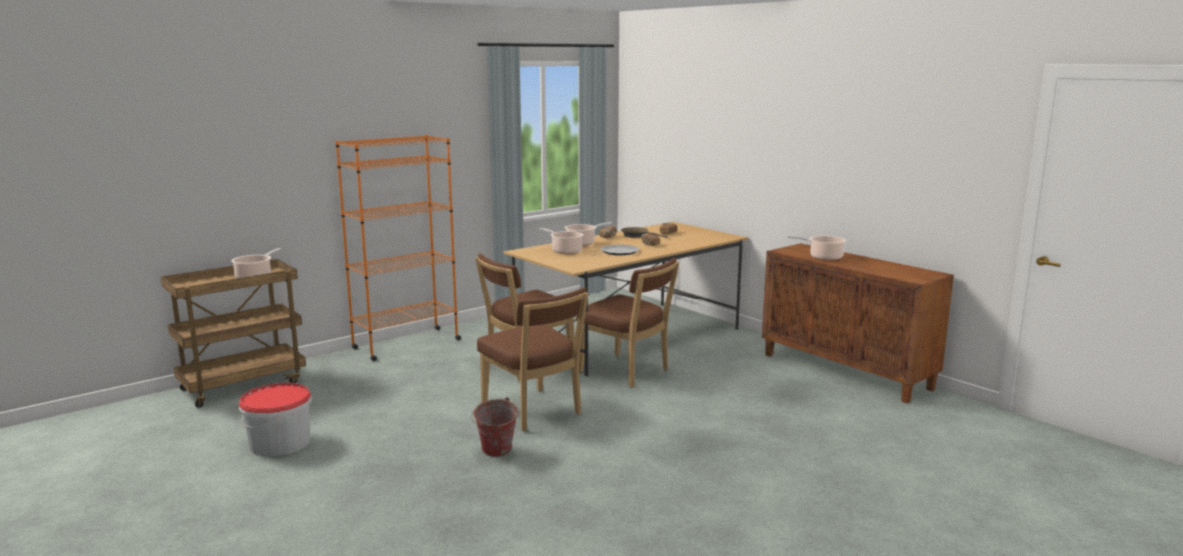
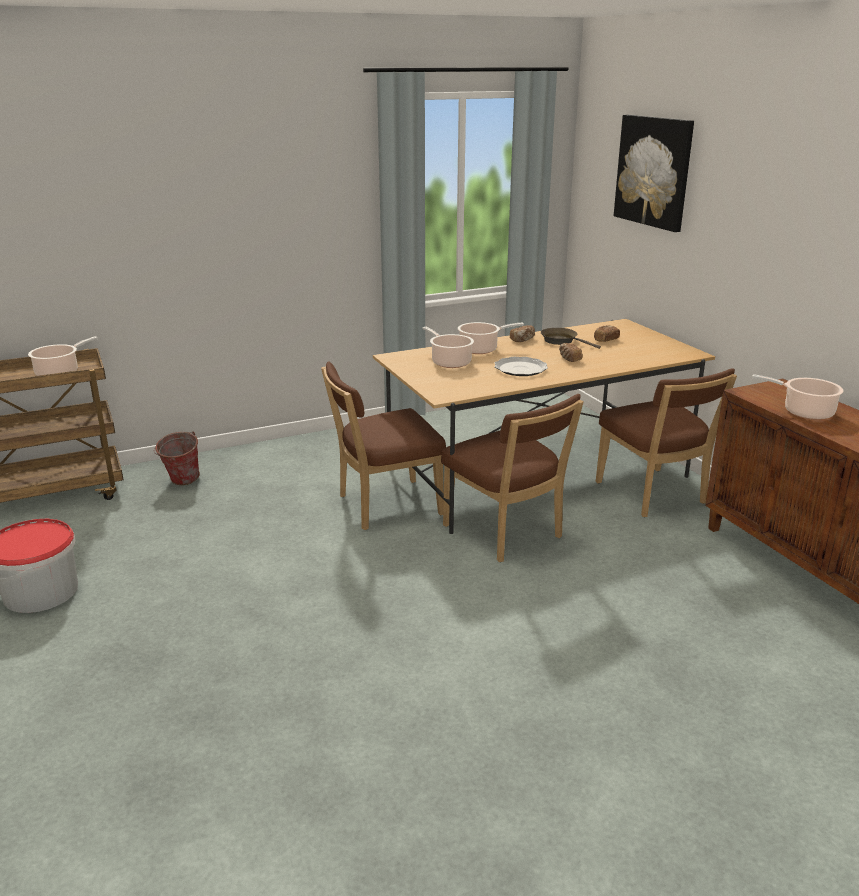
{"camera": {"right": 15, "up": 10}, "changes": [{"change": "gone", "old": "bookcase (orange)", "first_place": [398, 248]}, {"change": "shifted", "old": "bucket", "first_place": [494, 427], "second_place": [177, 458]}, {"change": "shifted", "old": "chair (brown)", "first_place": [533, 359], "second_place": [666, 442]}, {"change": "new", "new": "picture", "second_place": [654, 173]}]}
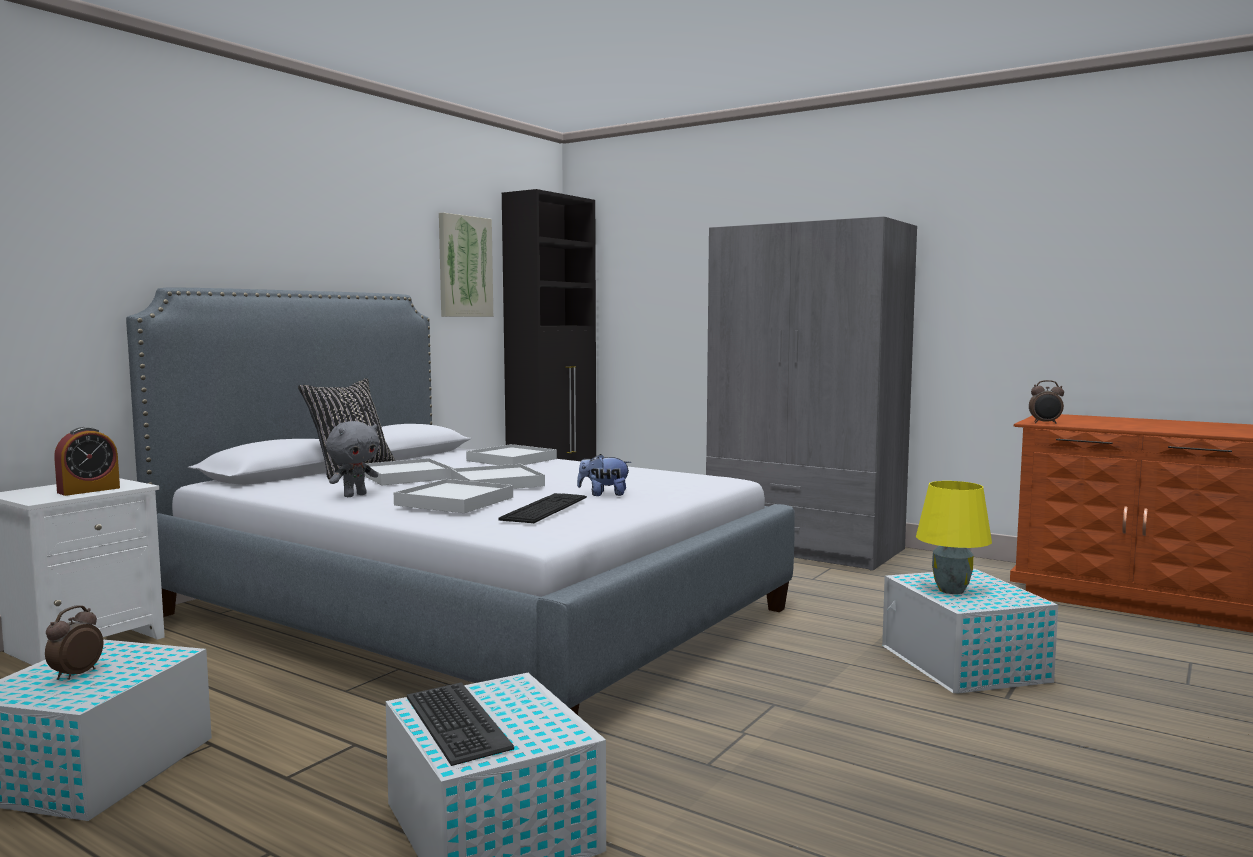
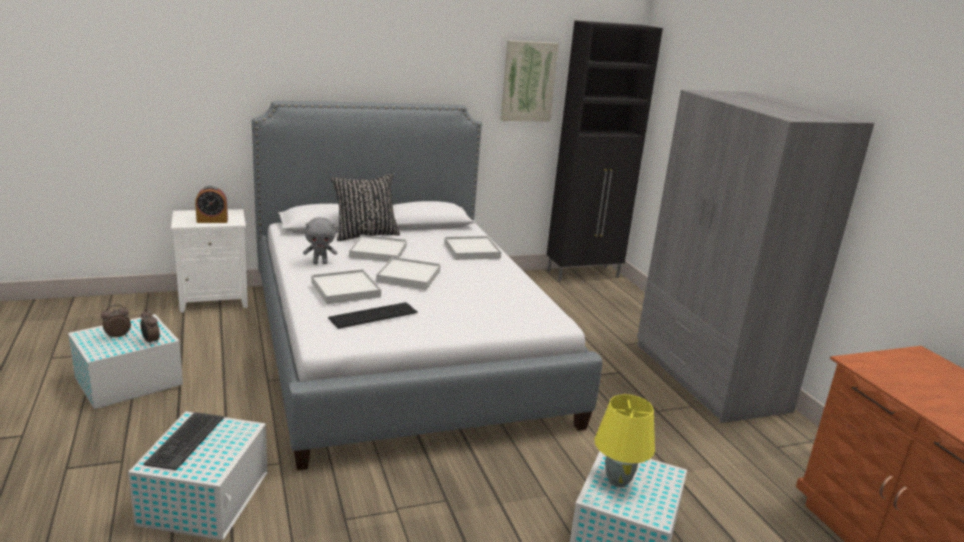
{"camera": {"right": 35, "up": 15}, "changes": [{"change": "gone", "old": "plush toy", "first_place": [604, 475]}, {"change": "shifted", "old": "alarm clock", "first_place": [1046, 402], "second_place": [150, 327]}]}
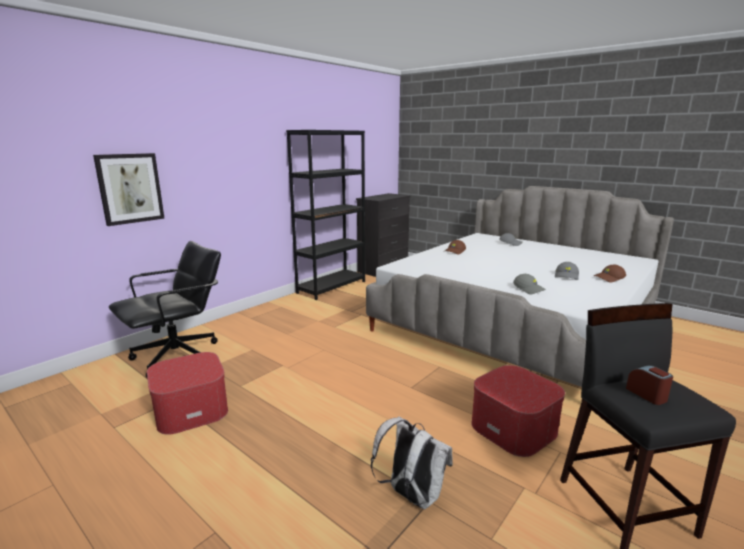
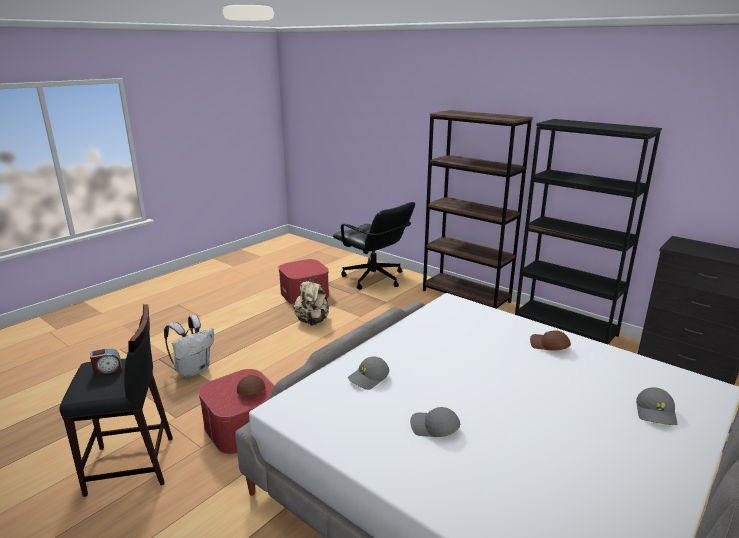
{"camera": {"right": 90, "up": 5}, "changes": [{"change": "gone", "old": "picture", "first_place": [129, 189]}, {"change": "shifted", "old": "cap (brown)", "first_place": [610, 274], "second_place": [251, 385]}, {"change": "new", "new": "backpack (beige)", "second_place": [311, 301]}, {"change": "new", "new": "bookcase (brown)", "second_place": [478, 209]}]}
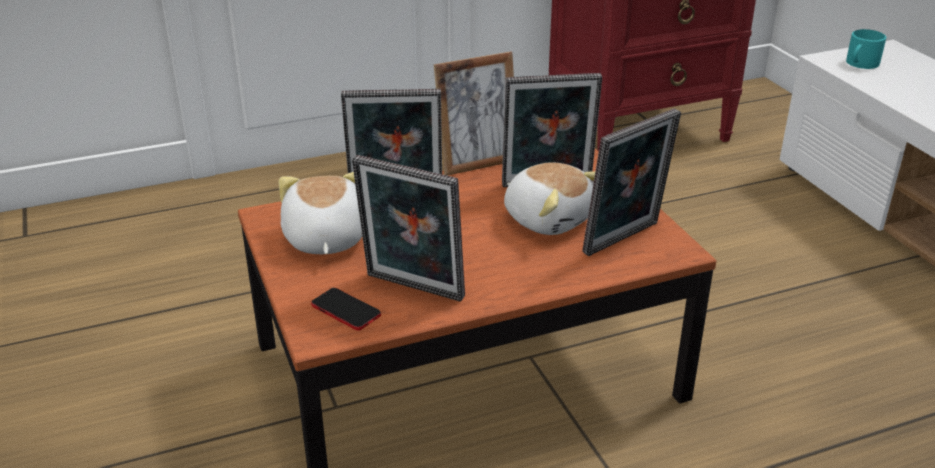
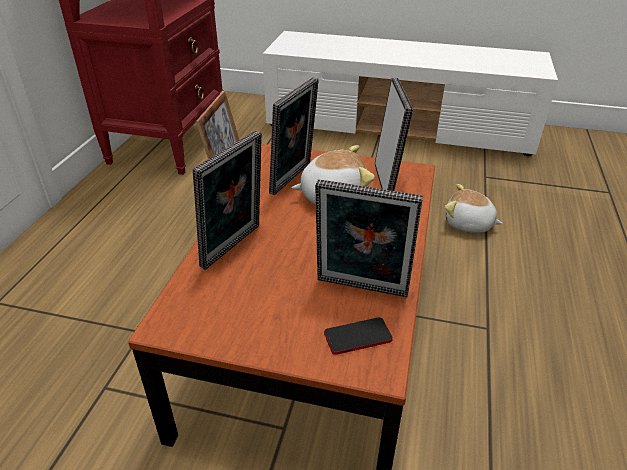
{"camera": {"right": -55, "up": 5}, "changes": [{"change": "shifted", "old": "plush toy", "first_place": [320, 213], "second_place": [474, 208]}, {"change": "rotated", "old": "picture frame", "first_place": [408, 228], "second_place": [369, 238], "degrees": 45}, {"change": "gone", "old": "mug (turquoise)", "first_place": [866, 49]}]}
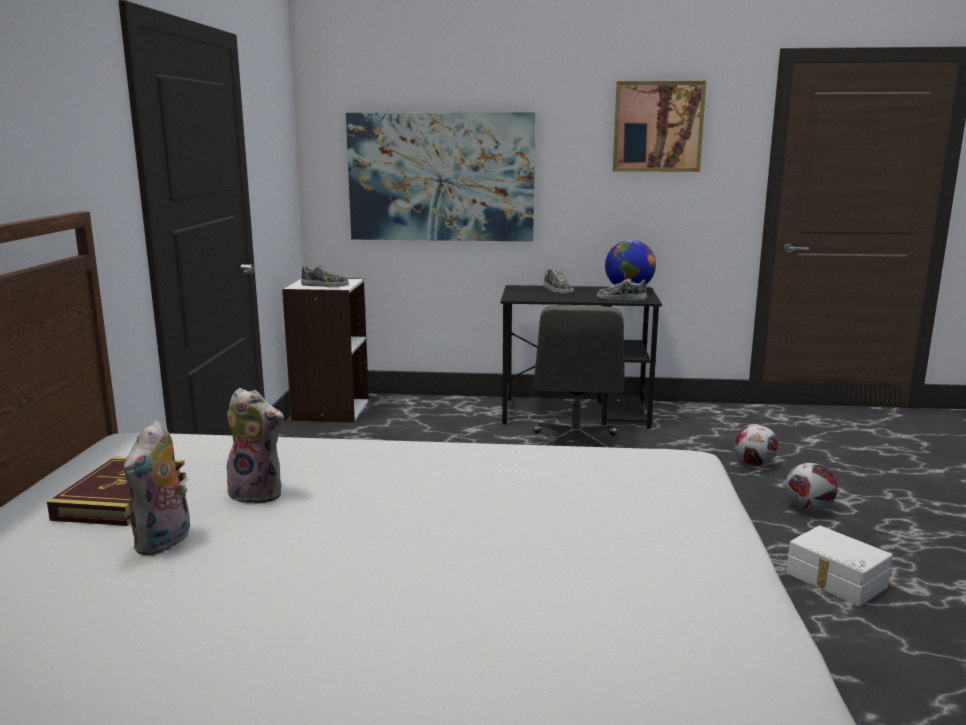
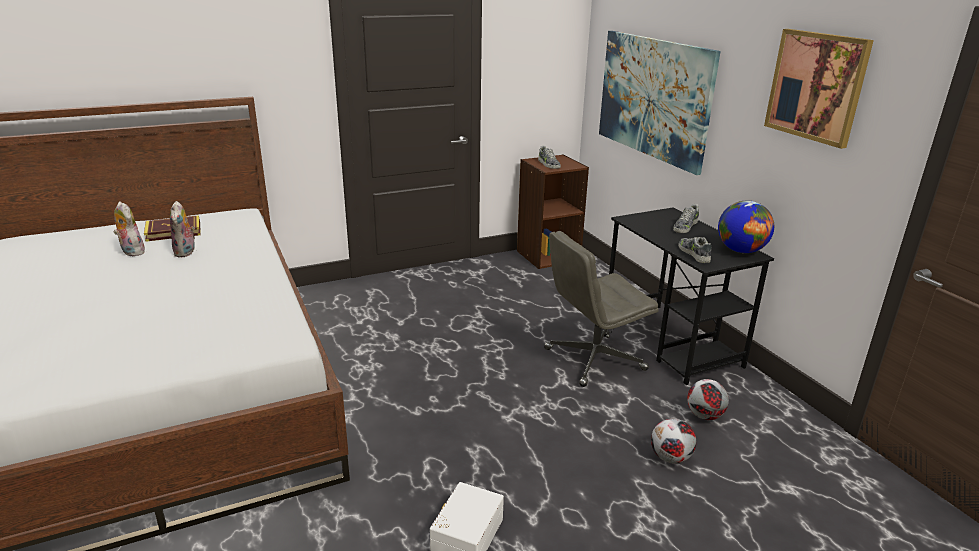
{"camera": {"right": 60, "up": 10}, "changes": [{"change": "rotated", "old": "plush toy", "first_place": [157, 488], "second_place": [129, 229], "degrees": 60}, {"change": "repainted", "old": "bookcase (white)", "new": "bookcase (brown)", "first_place": [325, 350], "second_place": [553, 211]}, {"change": "shifted", "old": "football", "first_place": [812, 487], "second_place": [708, 399]}]}
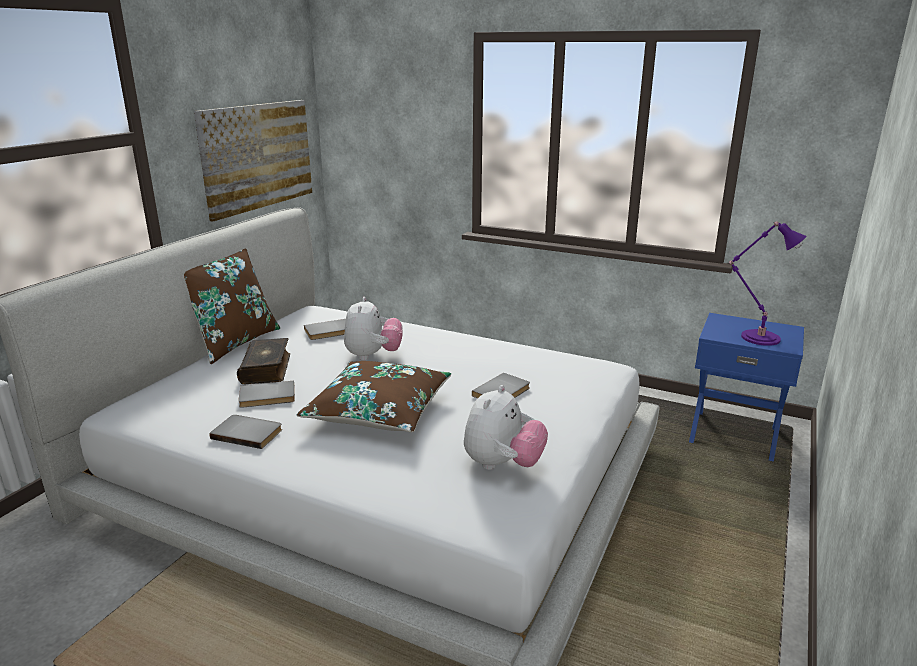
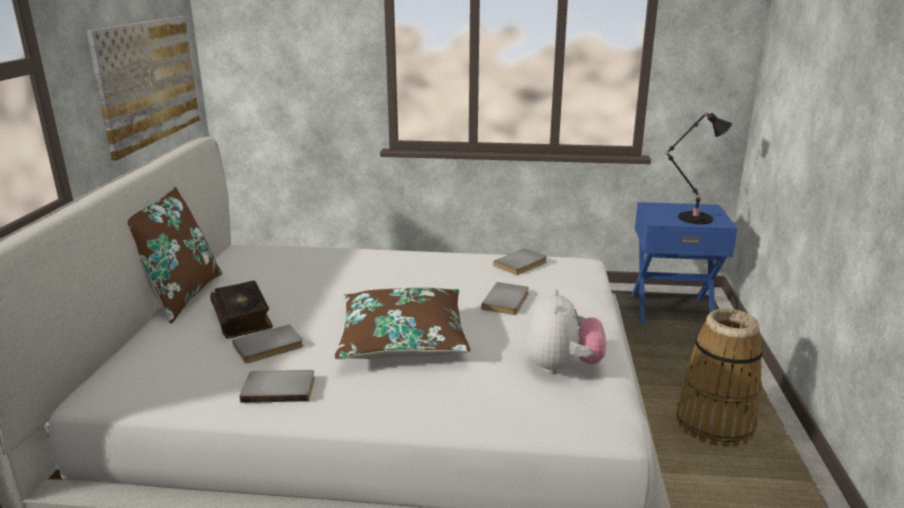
{"camera": {"right": -20, "up": 0}, "changes": [{"change": "shifted", "old": "book (grey)", "first_place": [325, 329], "second_place": [520, 261]}, {"change": "gone", "old": "plush toy", "first_place": [373, 329]}, {"change": "repainted", "old": "table lamp (purple)", "new": "table lamp (black)", "first_place": [768, 284], "second_place": [698, 168]}, {"change": "new", "new": "basket", "second_place": [719, 378]}]}
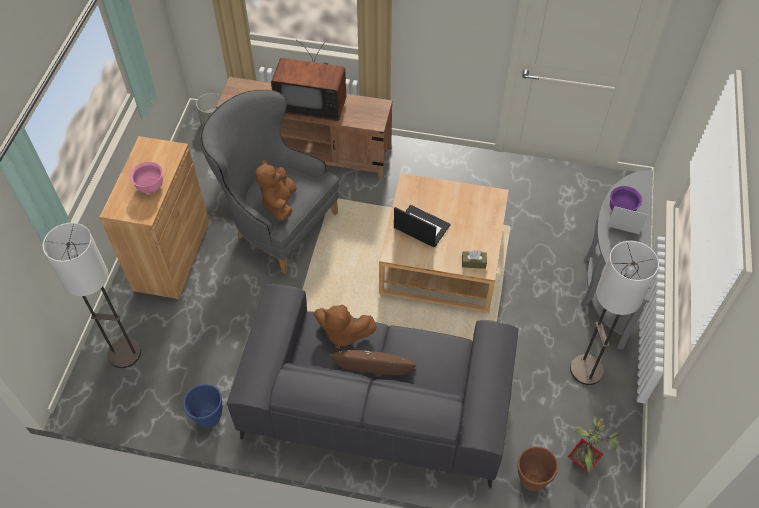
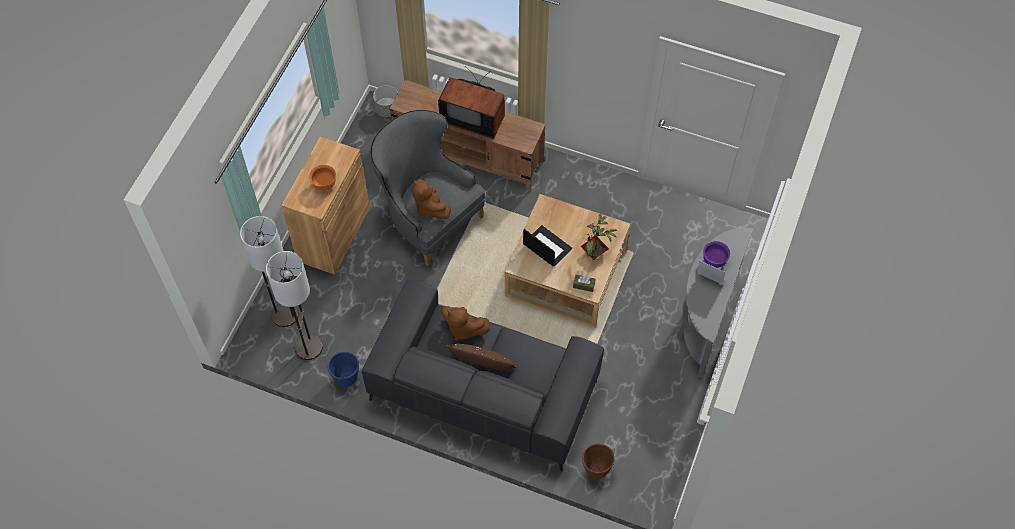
{"camera": {"right": 10, "up": 5}, "changes": [{"change": "repainted", "old": "bowl (pink)", "new": "bowl (orange)", "first_place": [146, 177], "second_place": [322, 178]}, {"change": "rotated", "old": "plush toy (brown)", "first_place": [276, 190], "second_place": [431, 199], "degrees": -45}, {"change": "shifted", "old": "potted plant", "first_place": [594, 445], "second_place": [599, 237]}, {"change": "shifted", "old": "floor lamp", "first_place": [614, 313], "second_place": [294, 305]}]}
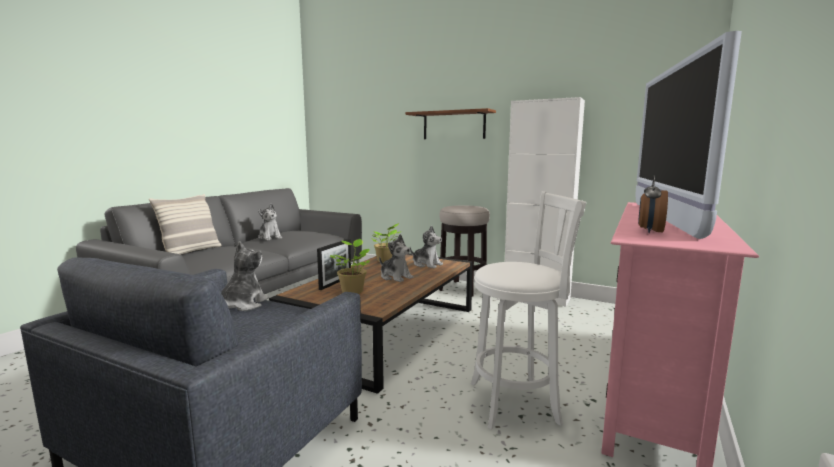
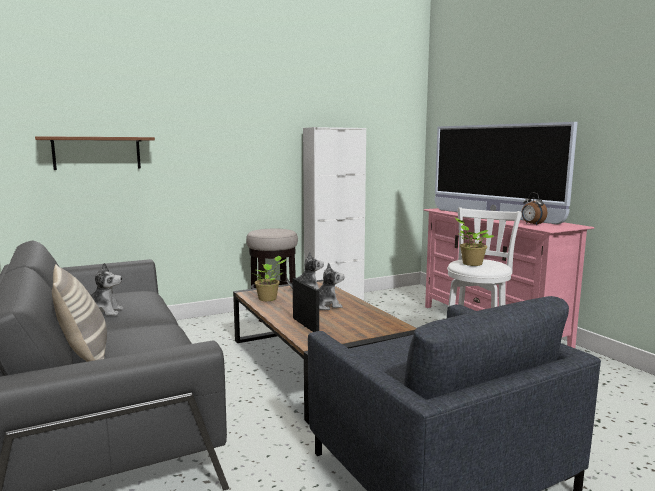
{"camera": {"right": -55, "up": 0}, "changes": [{"change": "gone", "old": "plush toy", "first_place": [245, 276]}, {"change": "shifted", "old": "potted plant", "first_place": [350, 266], "second_place": [474, 242]}, {"change": "shifted", "old": "shelf (brown)", "first_place": [450, 123], "second_place": [95, 153]}]}
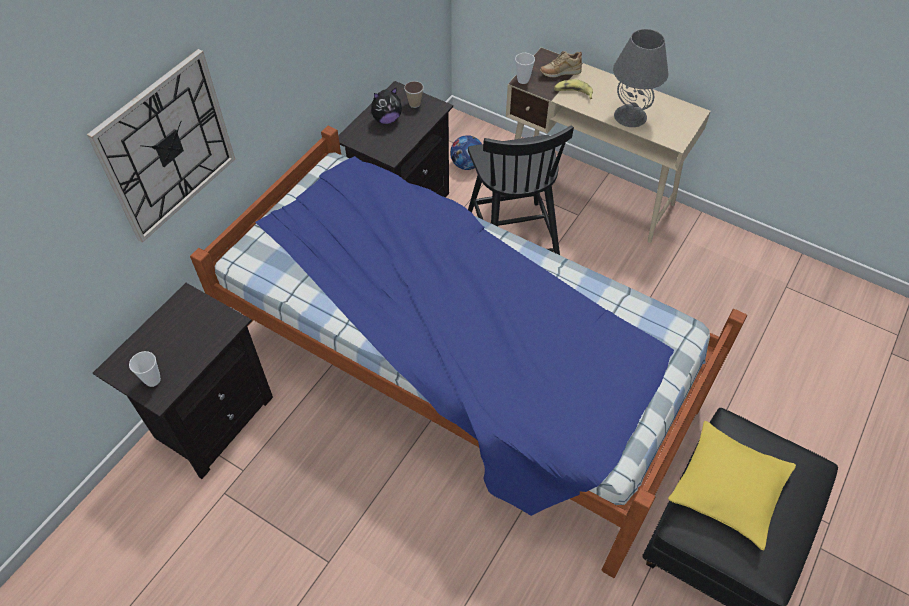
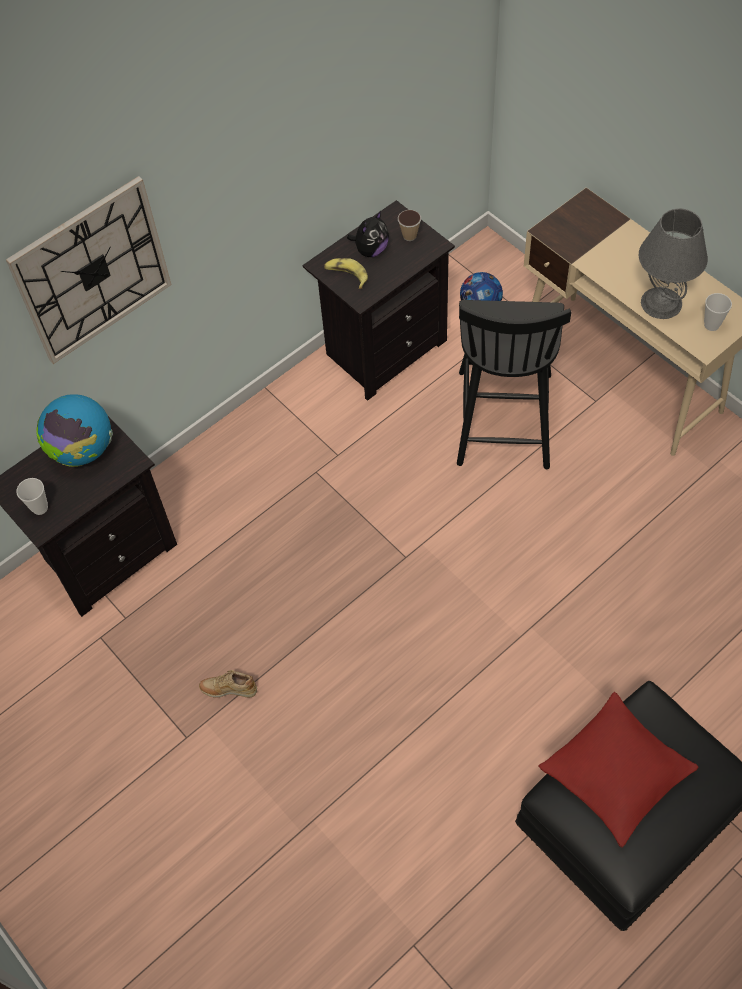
{"camera": {"right": 20, "up": 5}, "changes": [{"change": "gone", "old": "bed", "first_place": [468, 352]}, {"change": "rotated", "old": "plush toy", "first_place": [386, 106], "second_place": [368, 234], "degrees": -45}, {"change": "shifted", "old": "cup", "first_place": [525, 68], "second_place": [718, 312]}, {"change": "shifted", "old": "shoe (beige)", "first_place": [561, 64], "second_place": [228, 684]}, {"change": "shifted", "old": "banana", "first_place": [573, 89], "second_place": [346, 273]}, {"change": "repainted", "old": "pillow (yellow)", "new": "pillow (red)", "first_place": [732, 485], "second_place": [618, 770]}, {"change": "new", "new": "globe", "second_place": [74, 430]}]}
